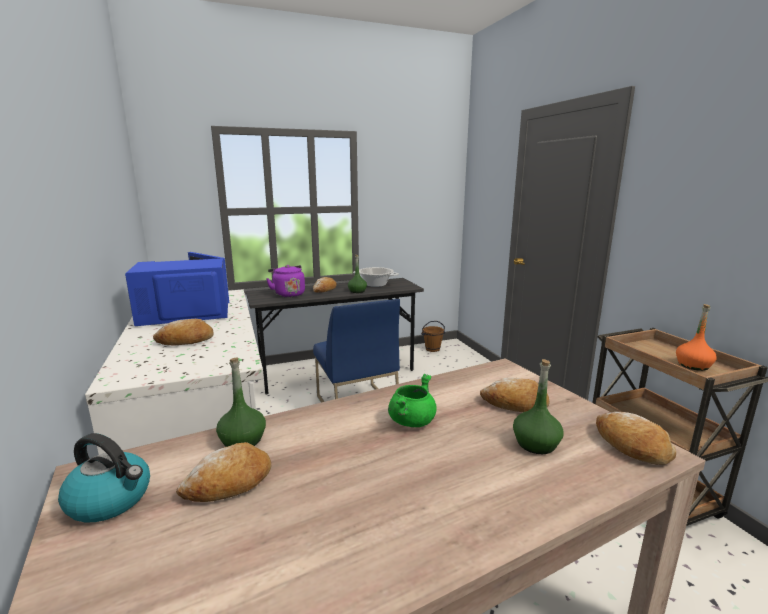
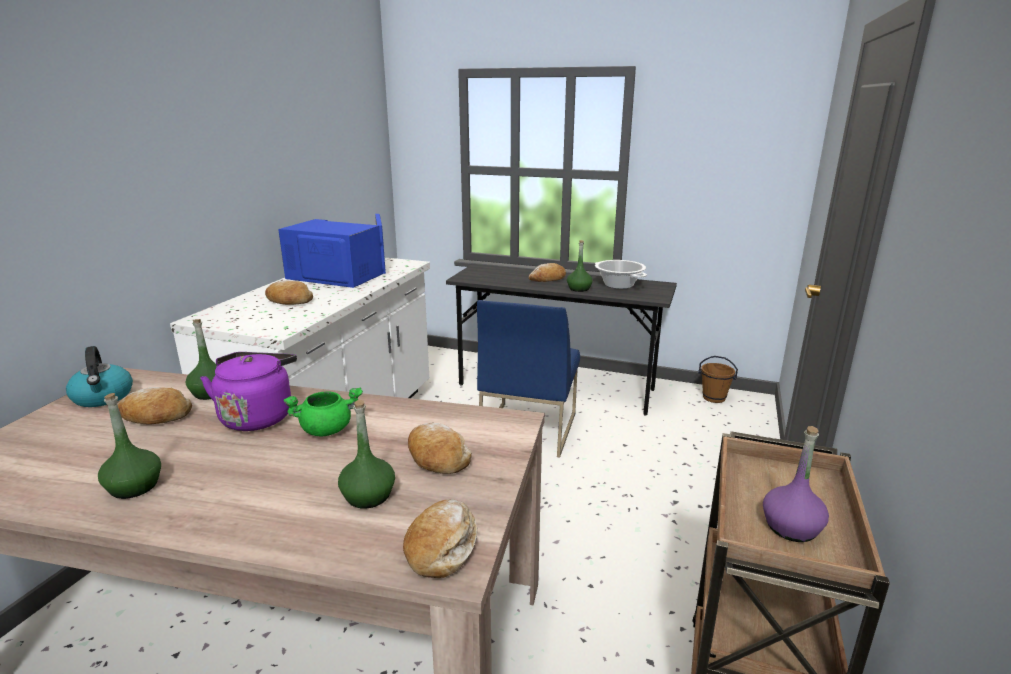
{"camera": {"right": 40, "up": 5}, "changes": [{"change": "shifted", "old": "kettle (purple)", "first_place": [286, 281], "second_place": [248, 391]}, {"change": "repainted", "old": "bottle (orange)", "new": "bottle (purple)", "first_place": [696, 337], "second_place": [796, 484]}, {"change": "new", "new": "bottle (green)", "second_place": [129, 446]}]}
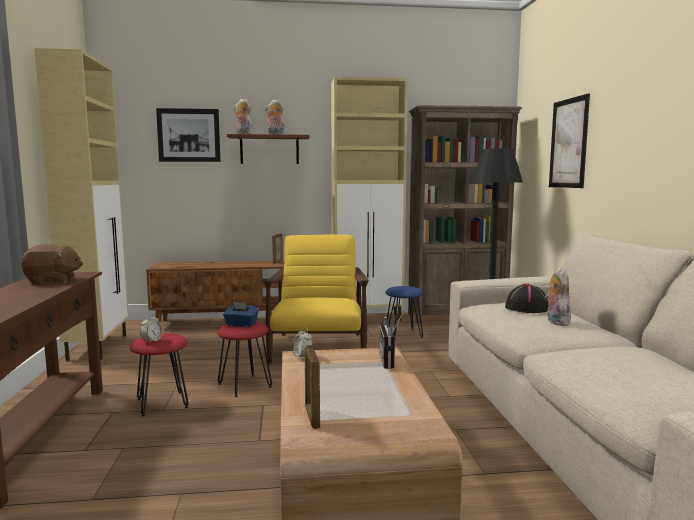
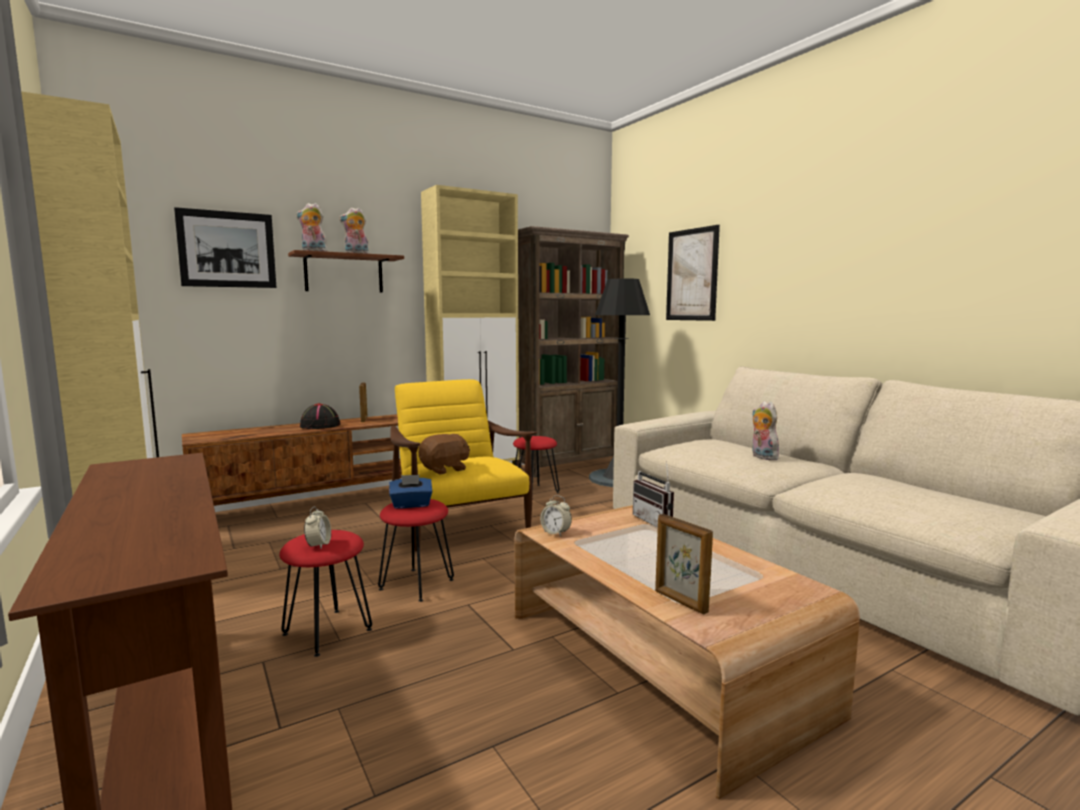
{"camera": {"right": -25, "up": 0}, "changes": [{"change": "shifted", "old": "plush toy (brown)", "first_place": [52, 264], "second_place": [444, 454]}, {"change": "repainted", "old": "stool (blue)", "new": "stool (red)", "first_place": [405, 313], "second_place": [536, 465]}, {"change": "shifted", "old": "hat (black)", "first_place": [526, 298], "second_place": [320, 416]}]}
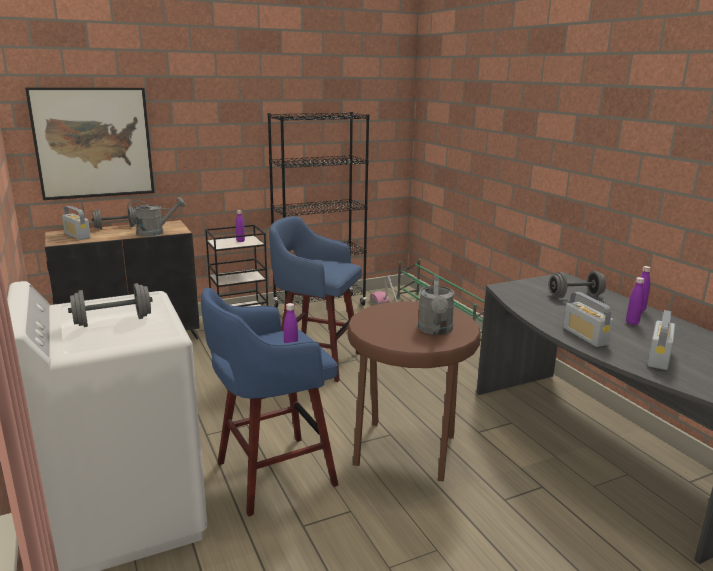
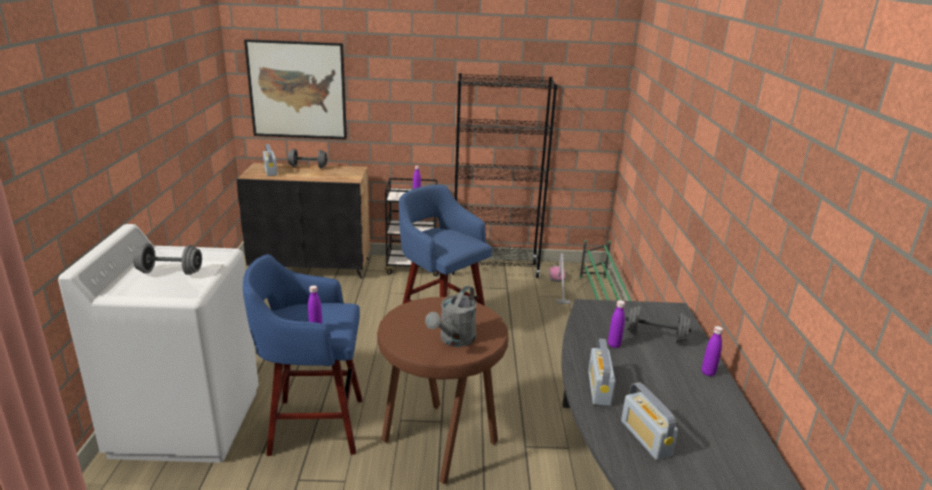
{"camera": {"right": 25, "up": 5}, "changes": [{"change": "gone", "old": "watering can (grey)", "first_place": [156, 217]}, {"change": "shifted", "old": "bottle (purple)", "first_place": [635, 301], "second_place": [616, 324]}, {"change": "rotated", "old": "radio", "first_place": [661, 340], "second_place": [649, 421], "degrees": -75}]}
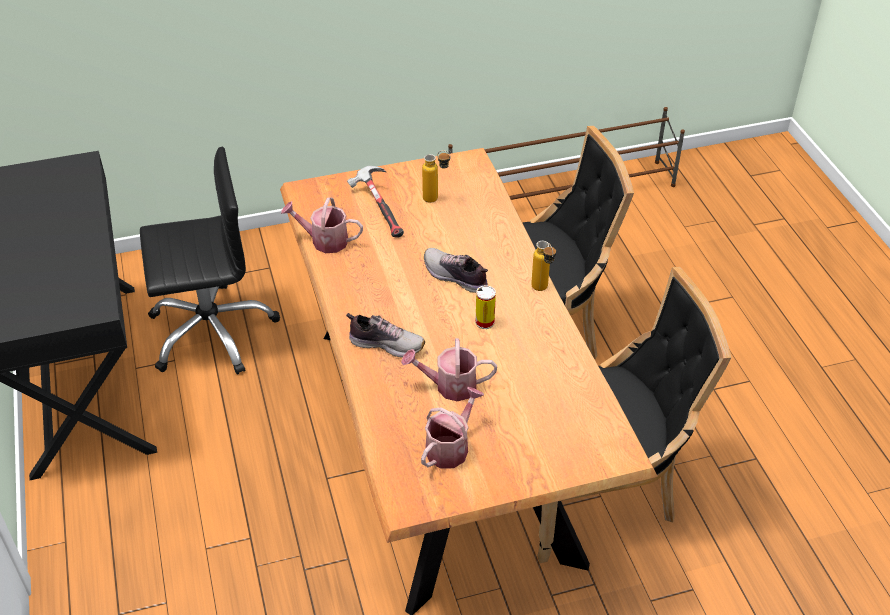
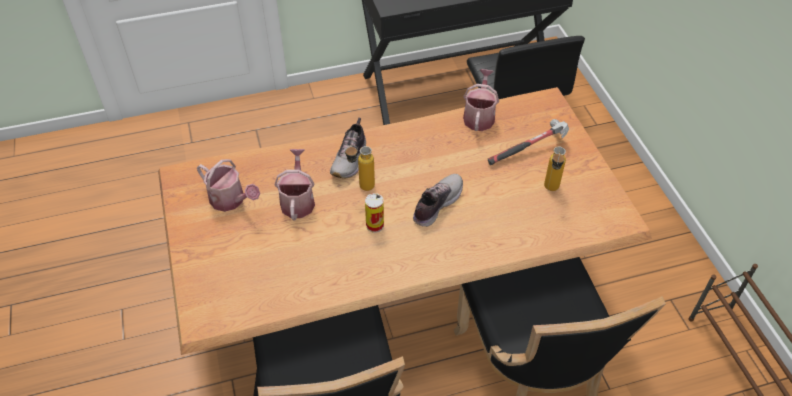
{"camera": {"right": 90, "up": 5}, "changes": [{"change": "shifted", "old": "bottle", "first_place": [543, 265], "second_place": [360, 168]}]}
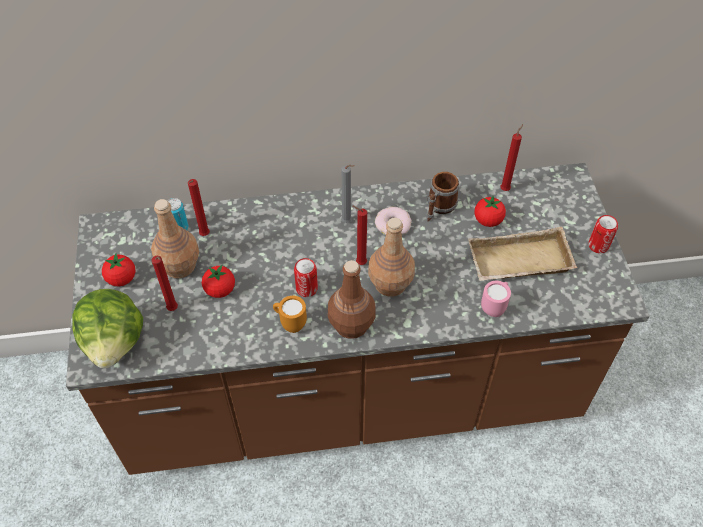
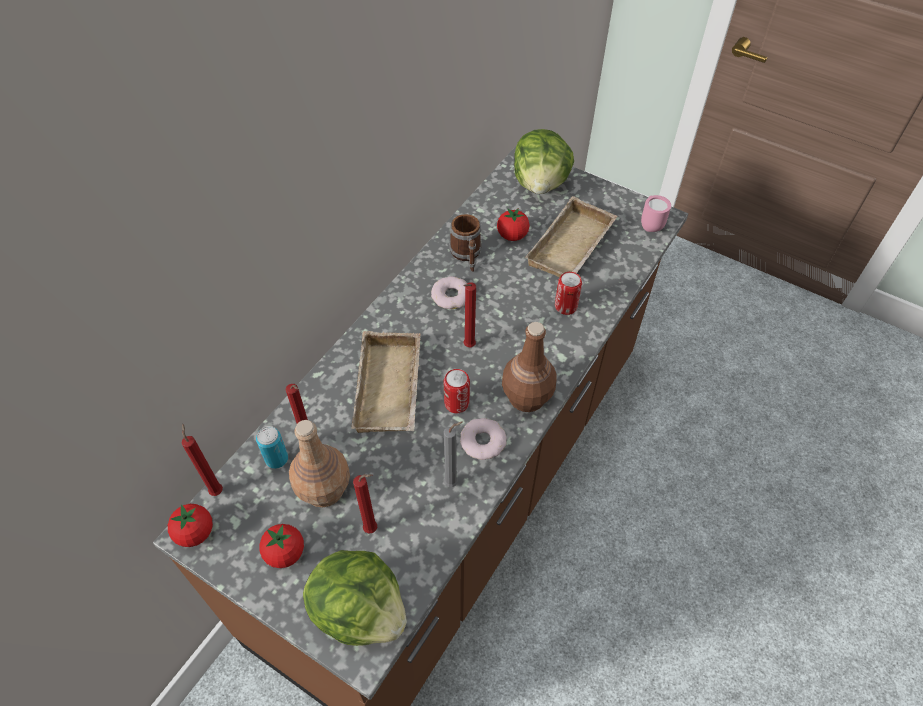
{"camera": {"right": -50, "up": 0}, "changes": [{"change": "shifted", "old": "tomato", "first_place": [218, 281], "second_place": [190, 525]}, {"change": "swapped", "old": "mug (orange)", "new": "donut", "first_place": [290, 314], "second_place": [483, 439]}, {"change": "shifted", "old": "candle (grey)", "first_place": [348, 194], "second_place": [453, 454]}, {"change": "gone", "old": "bottle (brown)", "first_place": [391, 256]}, {"change": "shifted", "old": "mug (pink)", "first_place": [496, 299], "second_place": [656, 213]}, {"change": "shifted", "old": "candle (red)", "first_place": [511, 157], "second_place": [202, 460]}, {"change": "shifted", "old": "can", "first_place": [603, 234], "second_place": [568, 293]}, {"change": "new", "new": "tray (beige)", "second_place": [386, 382]}, {"change": "new", "new": "lettuce", "second_place": [544, 161]}]}
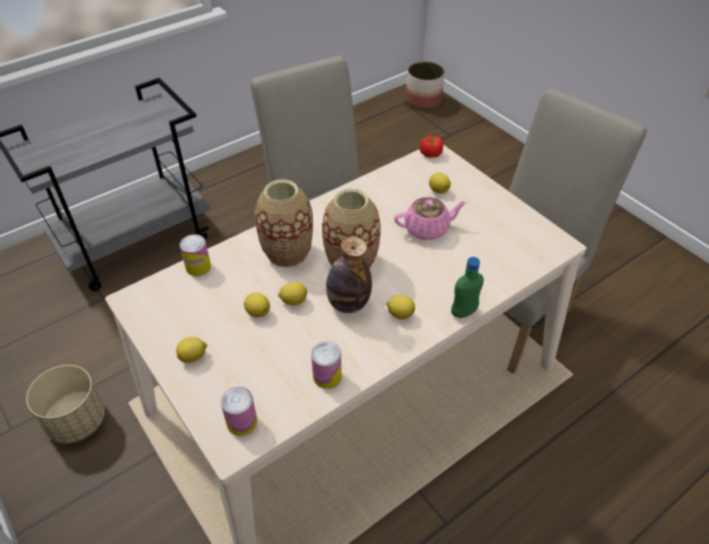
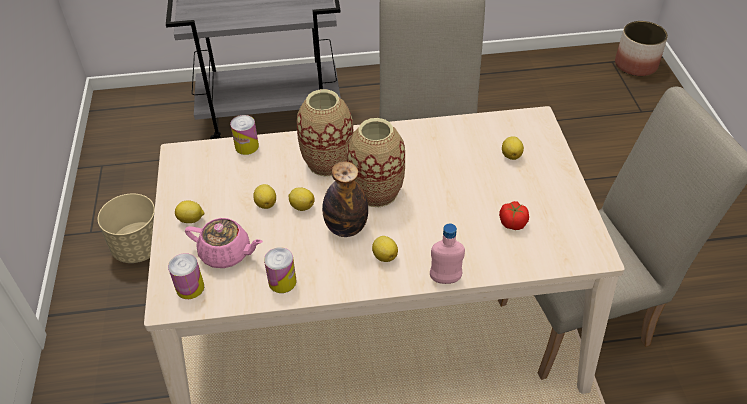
{"camera": {"right": 30, "up": 0}, "changes": [{"change": "shifted", "old": "teapot (pink)", "first_place": [430, 218], "second_place": [224, 243]}, {"change": "shifted", "old": "tomato", "first_place": [431, 146], "second_place": [514, 215]}, {"change": "repainted", "old": "bottle (green)", "new": "bottle (pink)", "first_place": [467, 287], "second_place": [447, 254]}]}
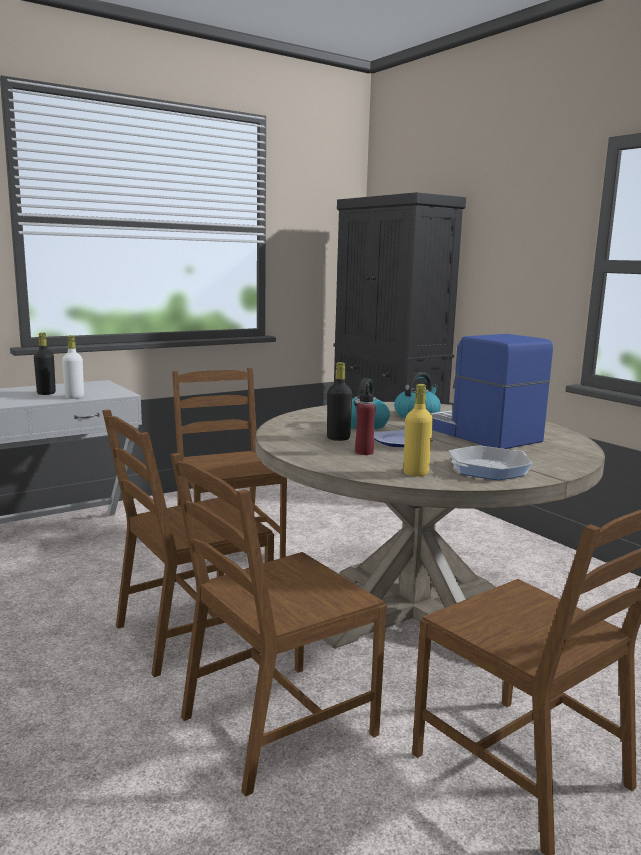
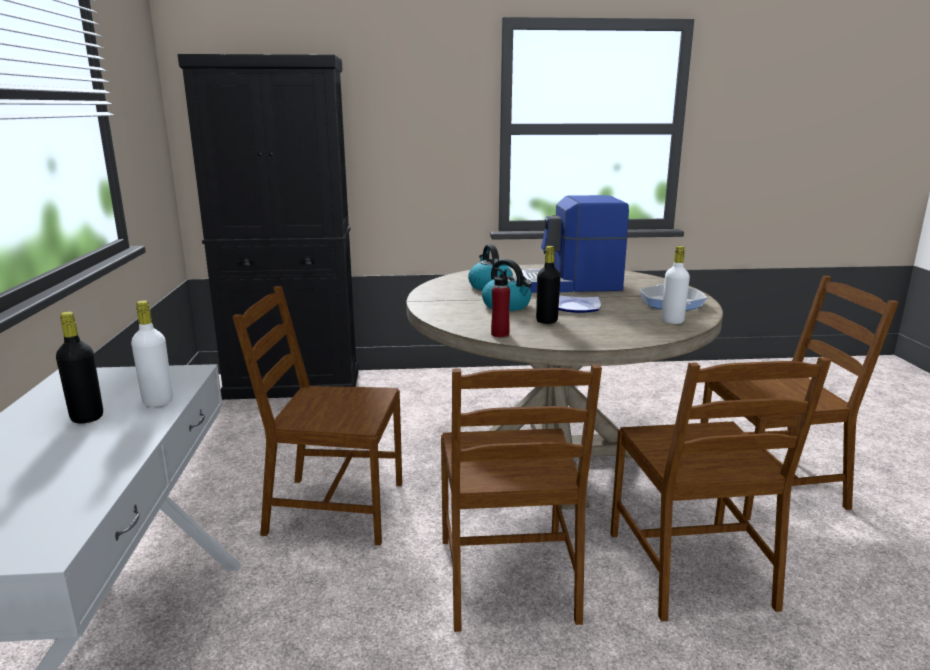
{"camera": {"right": -60, "up": 5}, "changes": [{"change": "shifted", "old": "bottle (red)", "first_place": [365, 419], "second_place": [500, 302]}, {"change": "repainted", "old": "bottle (yellow)", "new": "bottle (white)", "first_place": [418, 430], "second_place": [676, 285]}]}
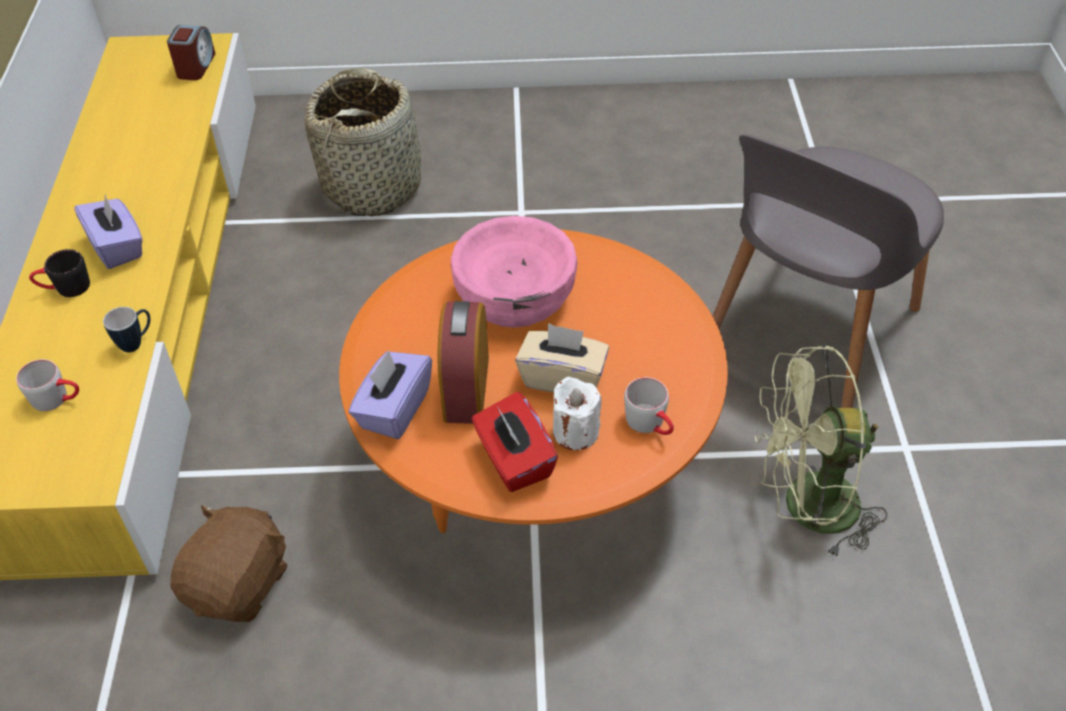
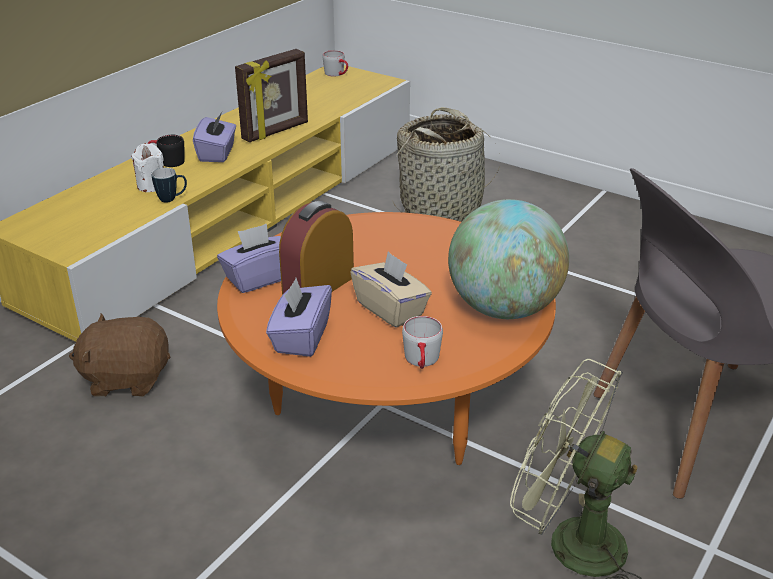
{"camera": {"right": 35, "up": -15}, "changes": [{"change": "shifted", "old": "mug (grey)", "first_place": [47, 385], "second_place": [335, 63]}, {"change": "gone", "old": "alarm clock", "first_place": [191, 52]}, {"change": "rotated", "old": "plush toy (brown)", "first_place": [228, 563], "second_place": [119, 355], "degrees": -150}, {"change": "gone", "old": "bowl (pink)", "first_place": [514, 272]}, {"change": "repainted", "old": "tissue box (red)", "new": "tissue box (purple)", "first_place": [515, 442], "second_place": [299, 317]}, {"change": "shifted", "old": "candle (white)", "first_place": [577, 413], "second_place": [147, 167]}, {"change": "new", "new": "picture frame", "second_place": [271, 95]}, {"change": "new", "new": "globe", "second_place": [508, 259]}]}
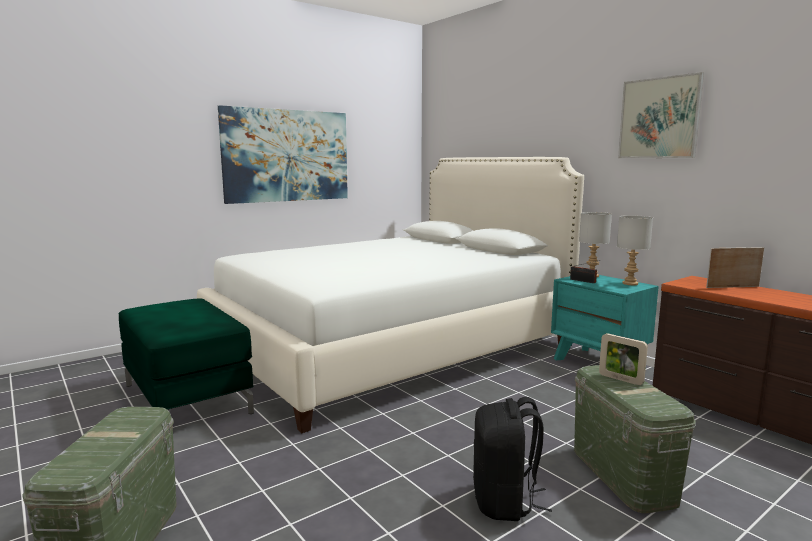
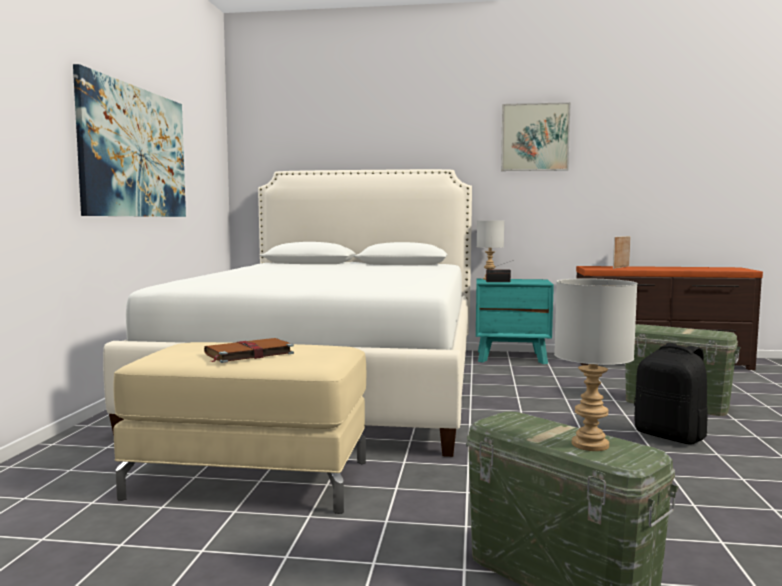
{"camera": {"right": -45, "up": -5}, "changes": [{"change": "repainted", "old": "ottoman (green)", "new": "ottoman (beige)", "first_place": [186, 356], "second_place": [240, 428]}, {"change": "gone", "old": "picture frame", "first_place": [623, 359]}, {"change": "shifted", "old": "table lamp (grey)", "first_place": [635, 250], "second_place": [595, 364]}, {"change": "new", "new": "book (brown)", "second_place": [249, 350]}]}
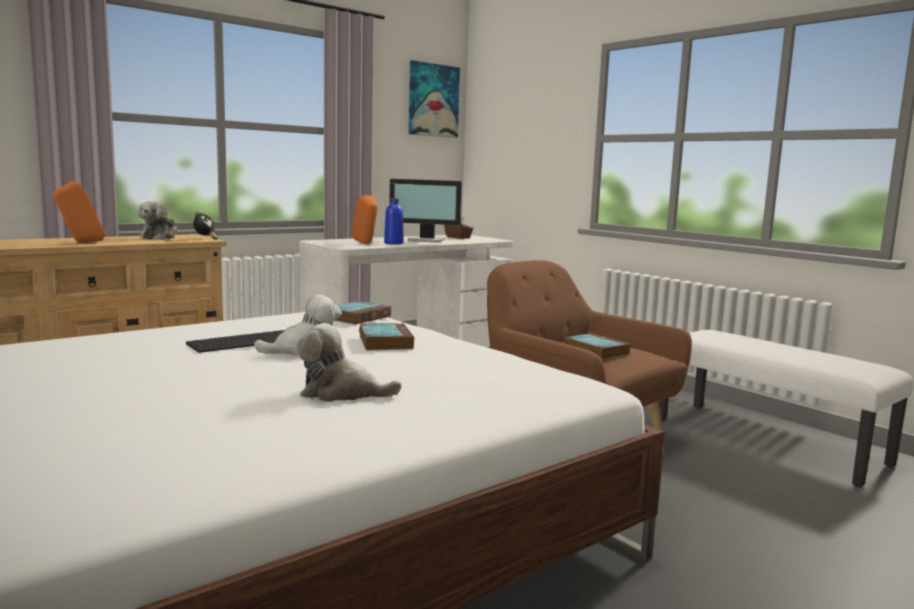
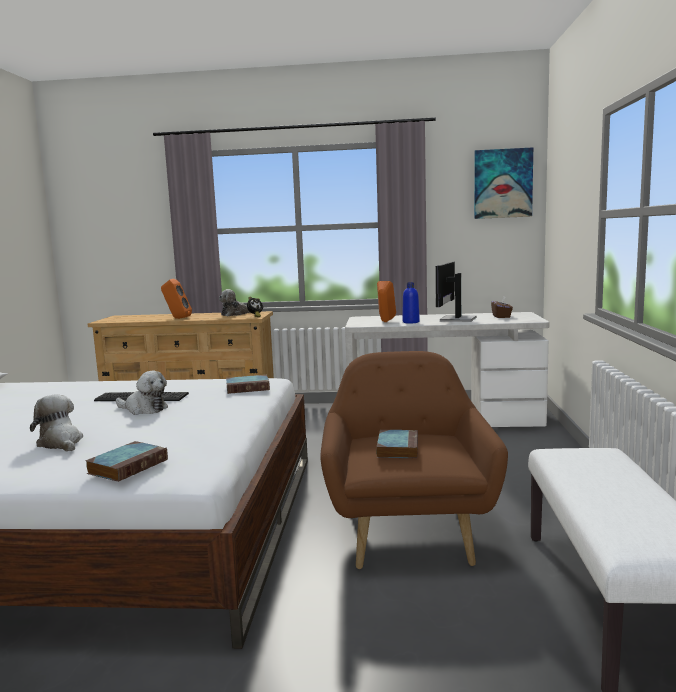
{"camera": {"right": 45, "up": 0}, "changes": [{"change": "shifted", "old": "book", "first_place": [386, 336], "second_place": [126, 461]}, {"change": "rotated", "old": "monitor", "first_place": [425, 211], "second_place": [455, 292], "degrees": 60}]}
